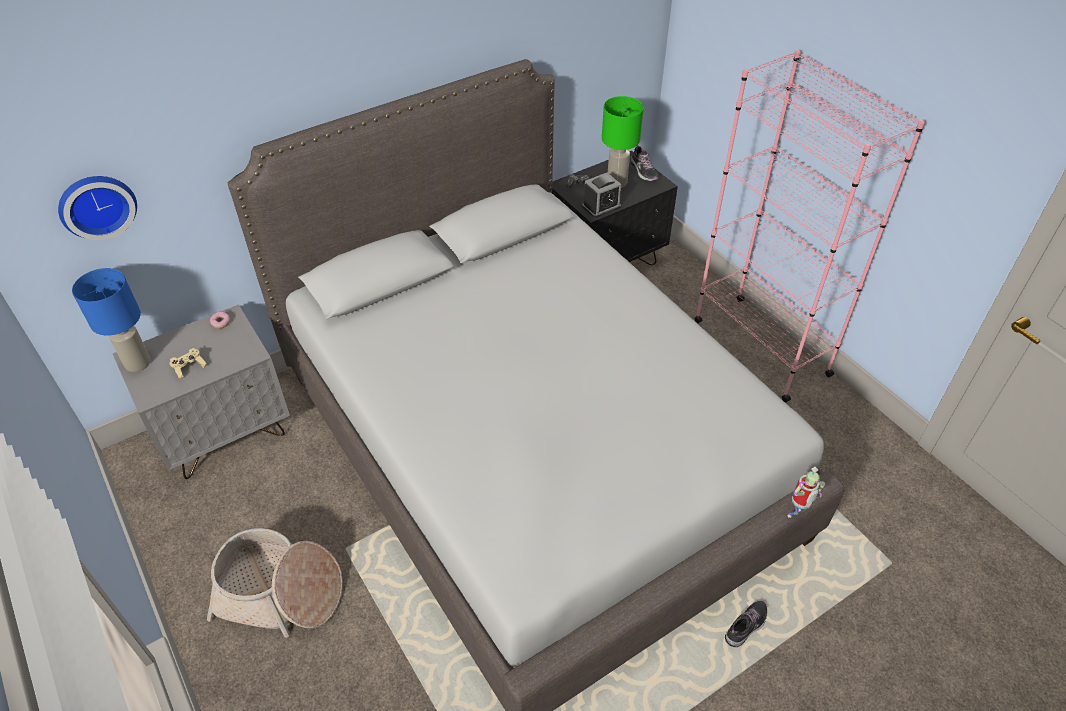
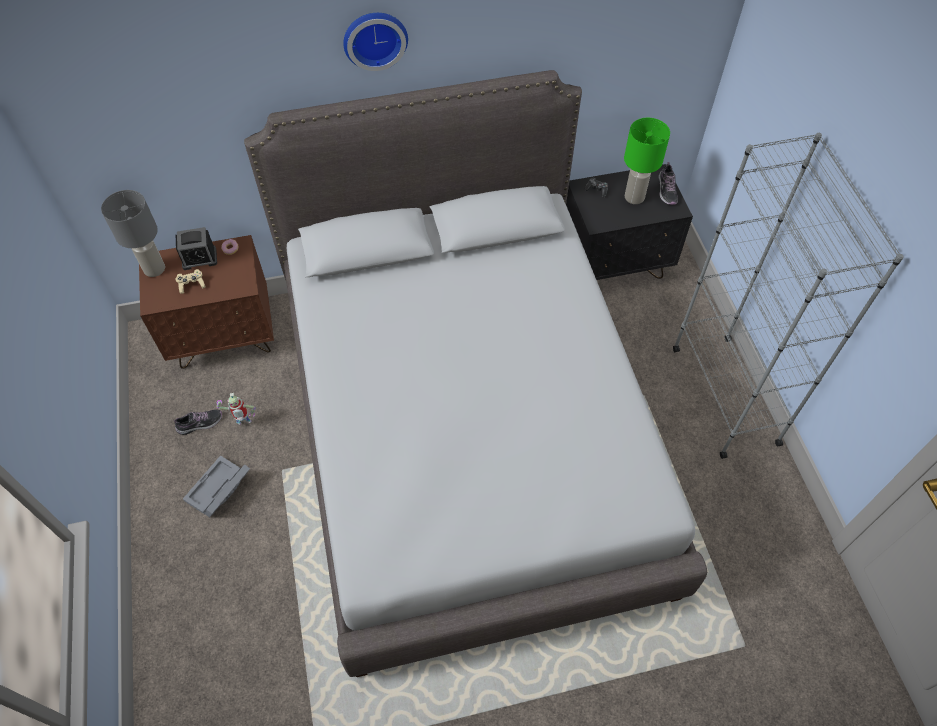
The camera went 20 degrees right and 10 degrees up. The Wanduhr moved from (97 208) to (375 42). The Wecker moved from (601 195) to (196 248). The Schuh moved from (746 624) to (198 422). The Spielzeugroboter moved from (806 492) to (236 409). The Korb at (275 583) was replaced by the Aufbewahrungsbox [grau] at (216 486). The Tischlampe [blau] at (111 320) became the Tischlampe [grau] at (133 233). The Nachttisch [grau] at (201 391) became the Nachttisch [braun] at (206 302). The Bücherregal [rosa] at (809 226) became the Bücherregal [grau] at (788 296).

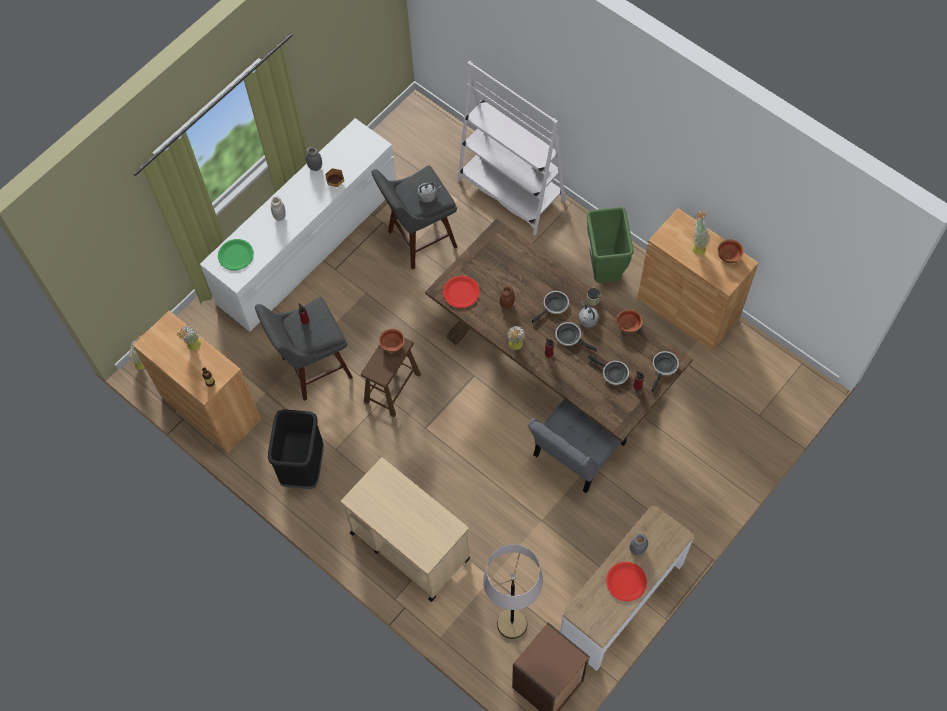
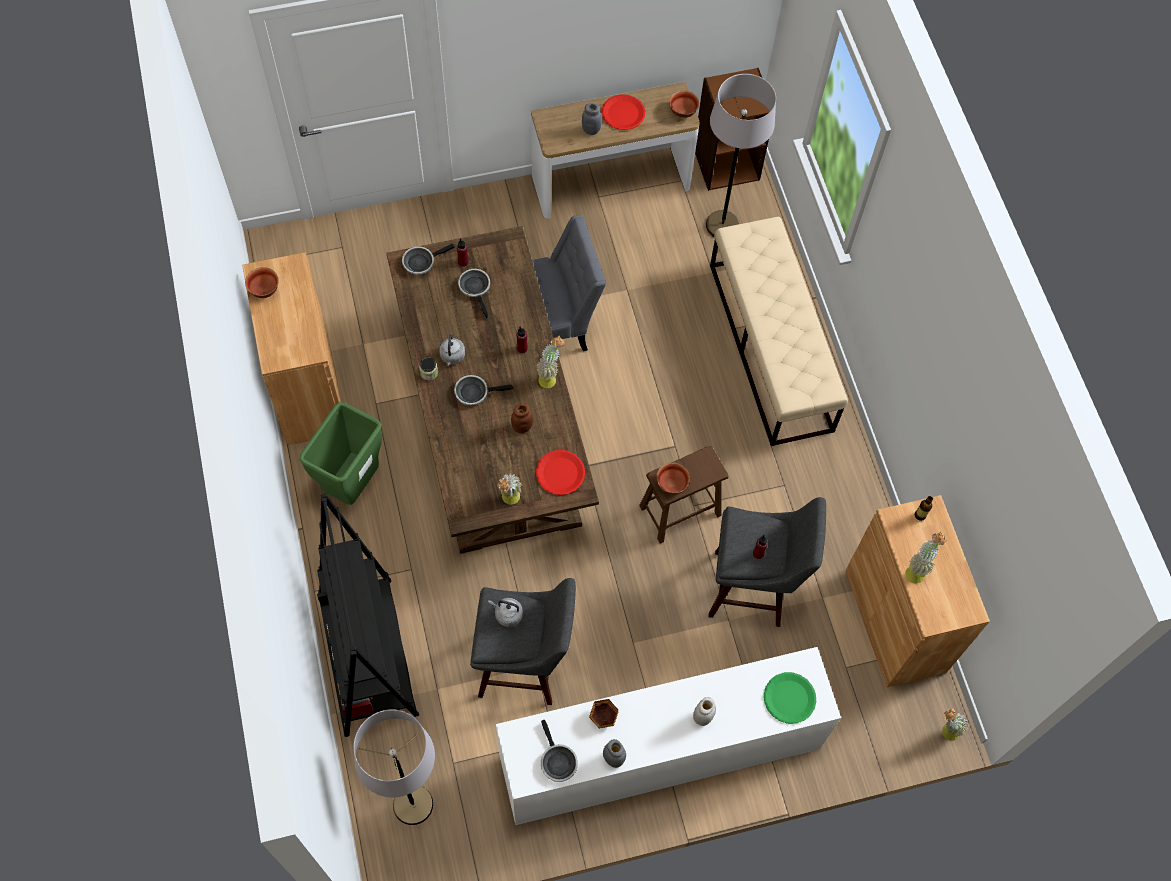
The camera went 150 degrees left and 0 degrees up. The Mülleimer [schwarz] at (296 449) disappeared. The Stehlampe [grau] at (394 767) appeared. The Pfanne moved from (576 337) to (559 751). The Schüssel moved from (629 321) to (684 104). The Topfpflanze moved from (701 233) to (509 489). The Rollwagen [beige] at (405 529) was replaced by the Bank [beige] at (779 331). The Bücherregal [weiß] at (511 148) became the Bücherregal [schwarz] at (368 615).

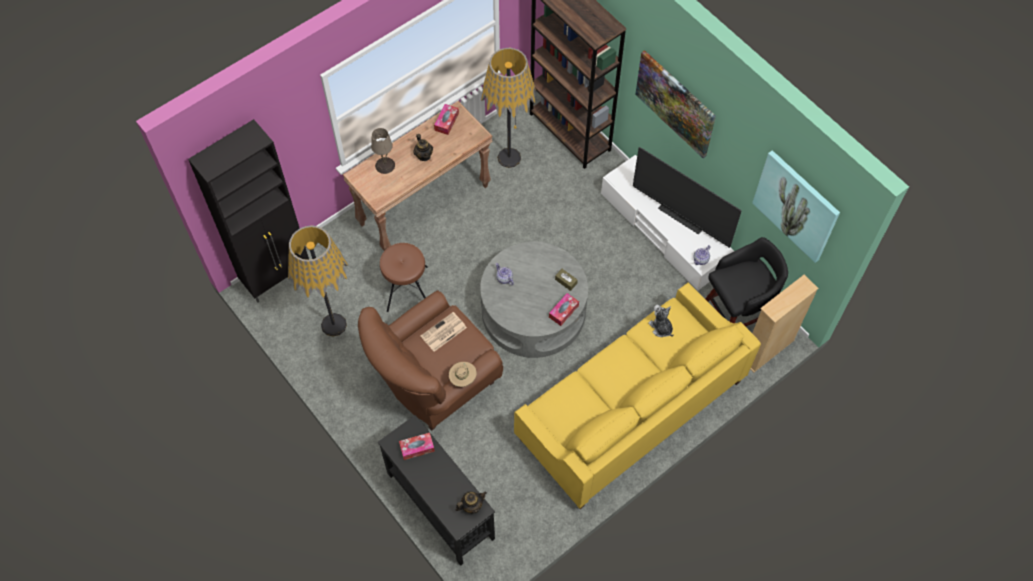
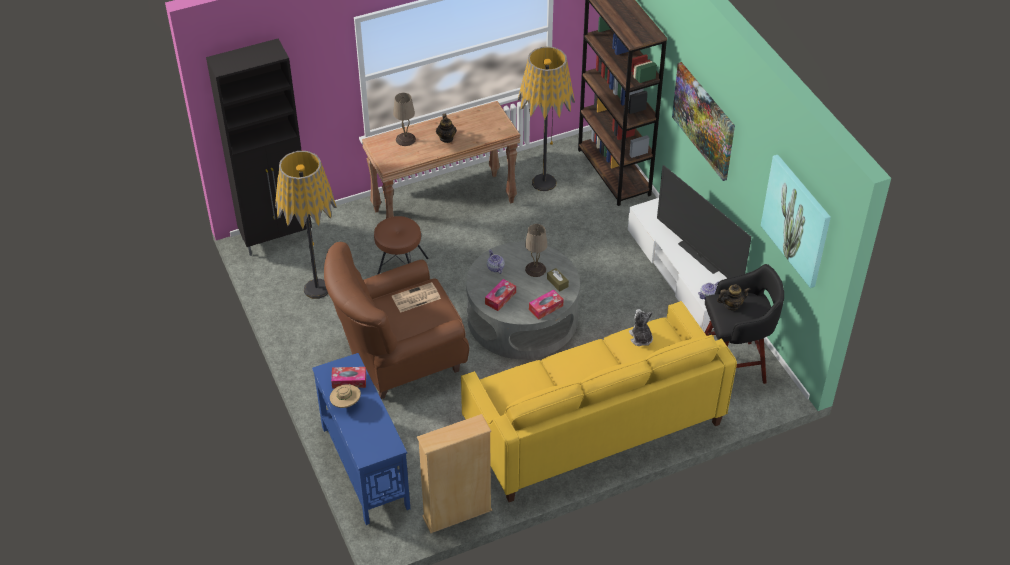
The camera went 15 degrees right and 15 degrees down. The Tischlampe [beige] at (536 250) appeared. The Taschentuchbox moved from (446 119) to (500 295). The Hut [beige] moved from (463 374) to (345 396). The Teekanne moved from (471 502) to (734 297). The Bücherregal [beige] moved from (784 324) to (454 473). The Konsolentisch [schwarz] at (436 490) became the Konsolentisch [blau] at (361 439).

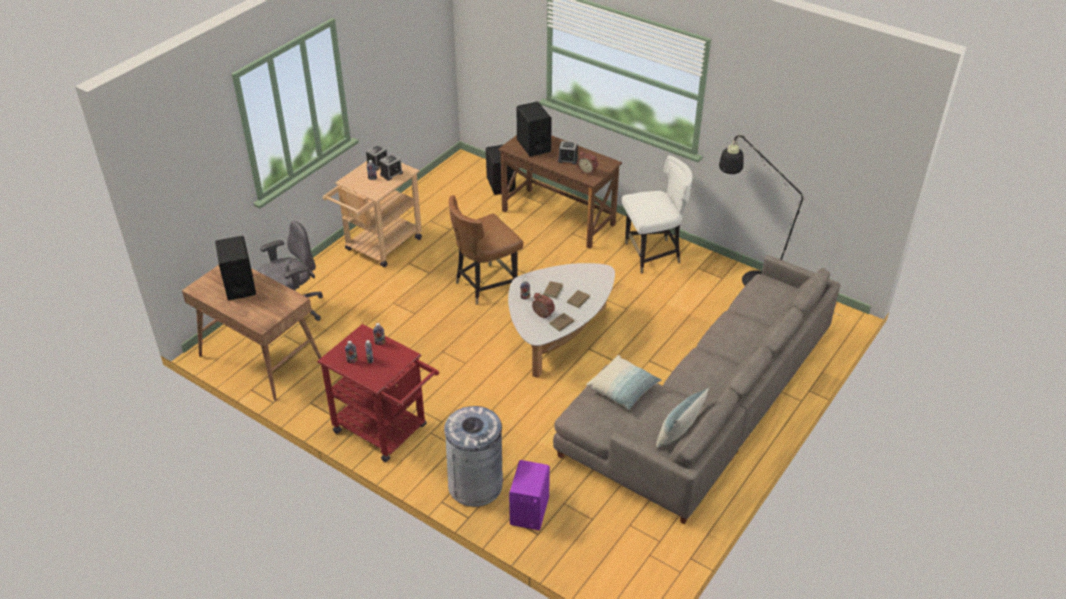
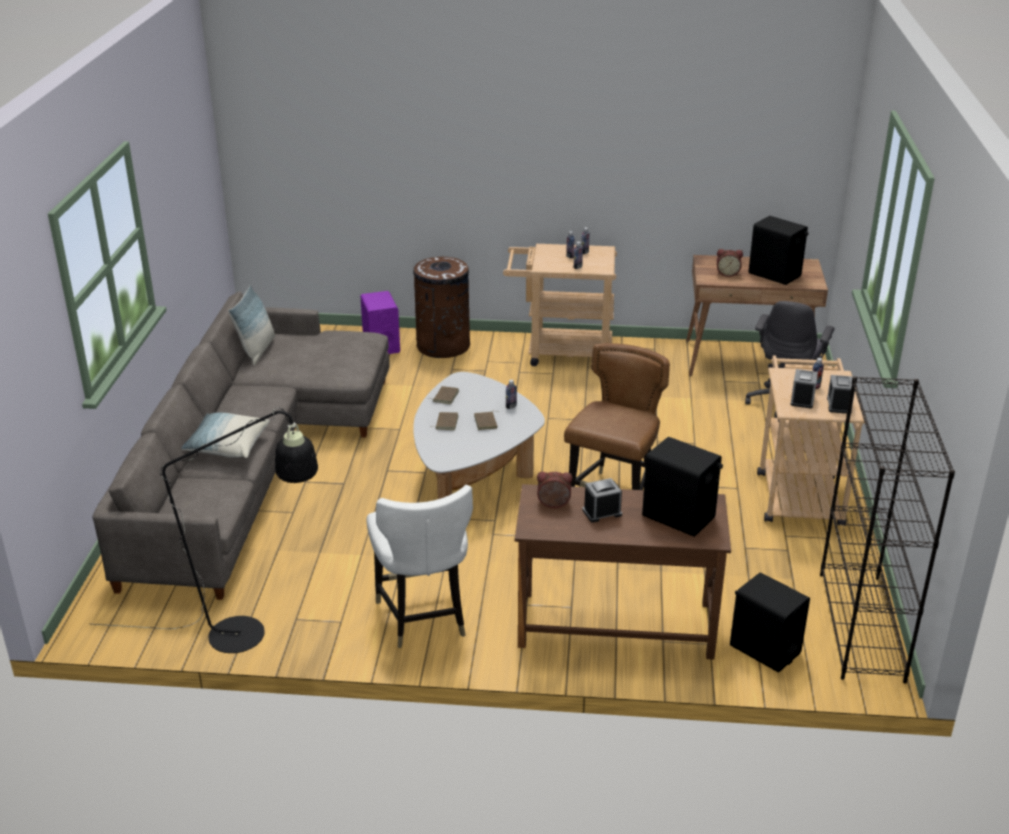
The camera went 150 degrees right and 10 degrees down. The Bücherregal [schwarz] at (887 529) appeared. The Wecker moved from (543 305) to (730 263). The Kissen moved from (624 382) to (225 435). The Rollwagen [rot] at (378 393) became the Rollwagen [beige] at (560 305). The Mülleimer [grau] at (473 456) became the Mülleimer [braun] at (441 307). The Stuhl [weiß] at (657 214) turned 60 degrees counterclockwise.

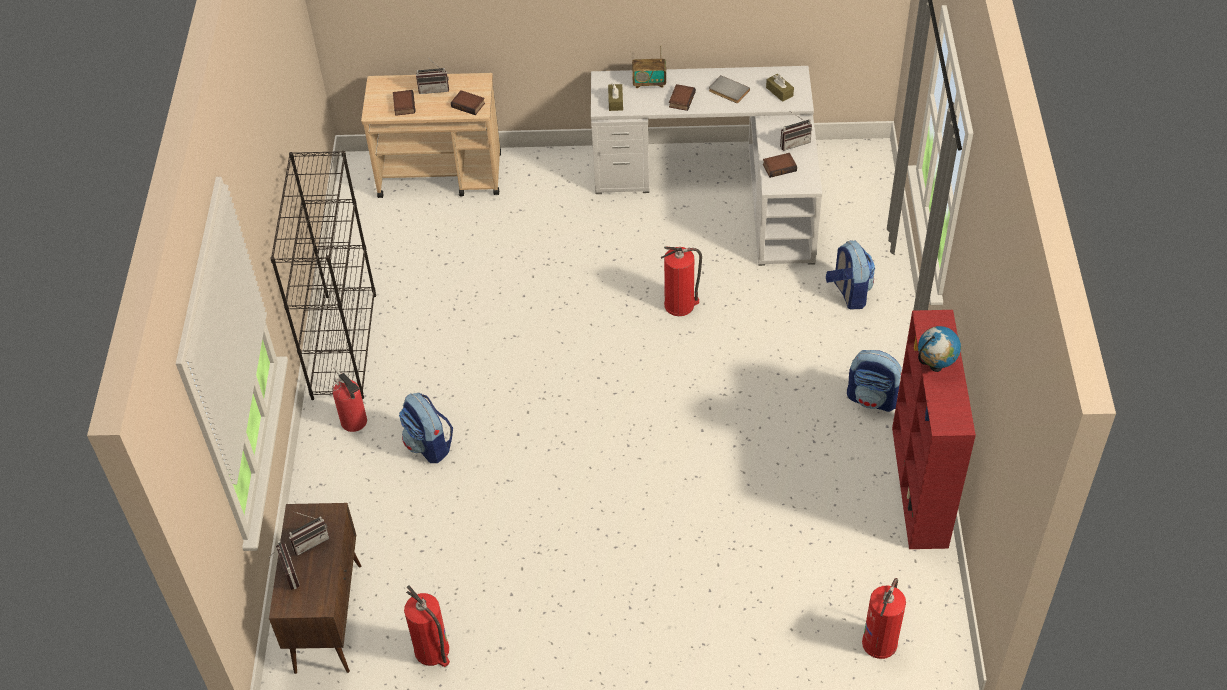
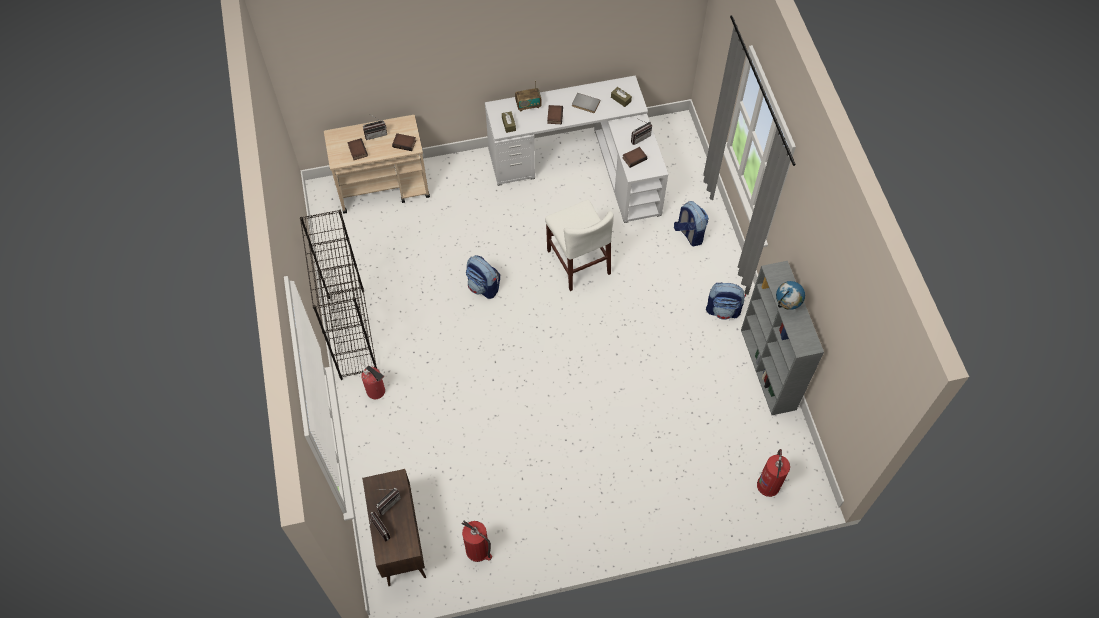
The camera went 15 degrees left and 10 degrees up. The Rucksack moved from (426 428) to (483 277). The Feuerlöscher at (681 281) was replaced by the Stuhl [weiß] at (579 245). The Bücherregal [rot] at (934 429) became the Bücherregal [grau] at (782 338).

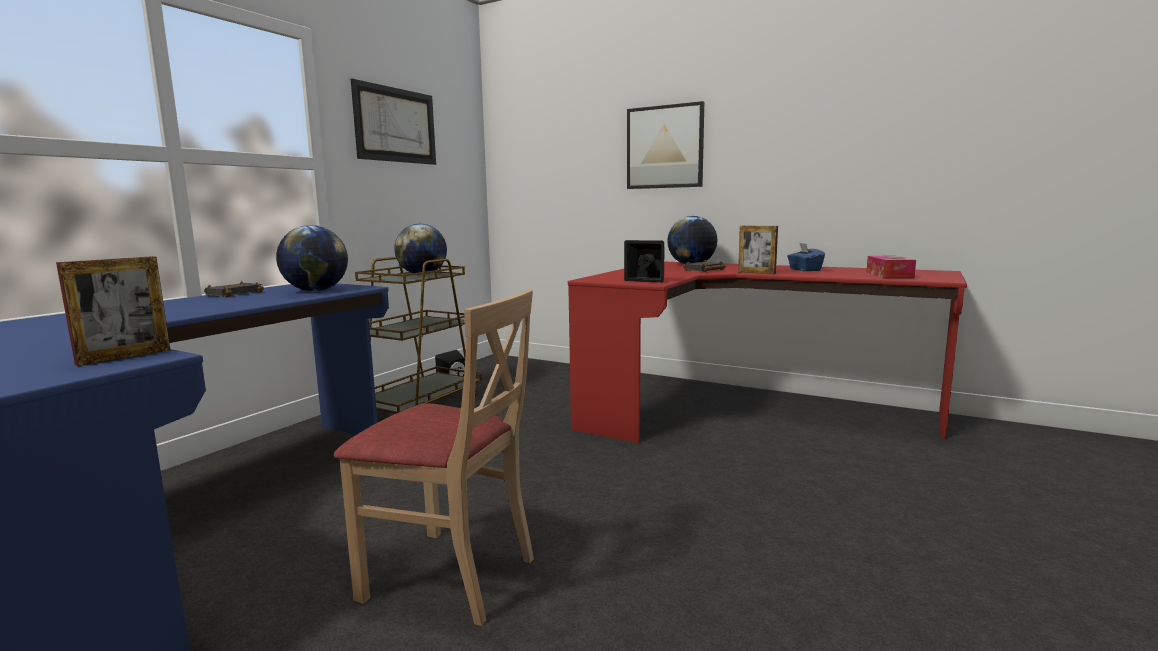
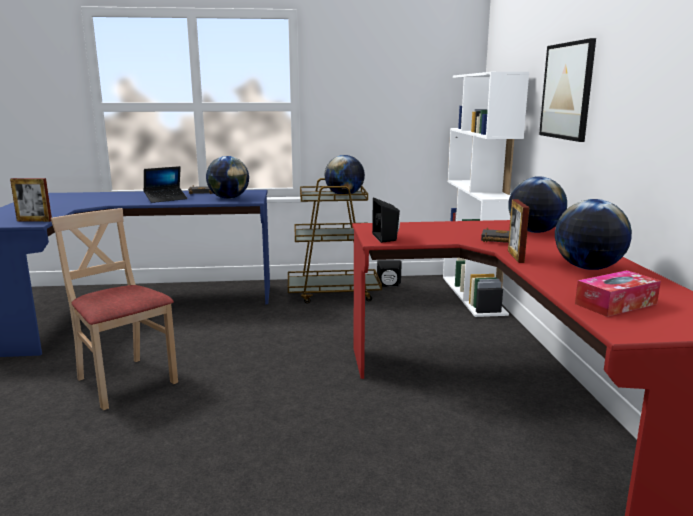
The camera went 55 degrees right and 5 degrees up. The Bild at (393 122) disappeared. The Laptop at (166 184) appeared. The Bücherregal [weiß] at (486 194) appeared. The Taschentuchbox [blau] at (806 257) was replaced by the Globus at (593 234). The Stuhl [beige] at (434 458) turned 150 degrees clockwise.

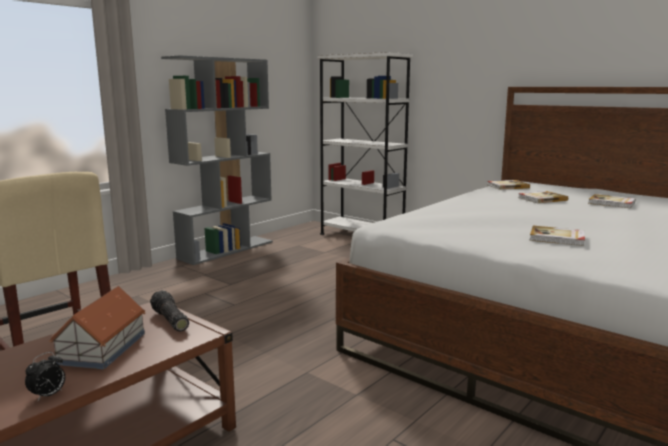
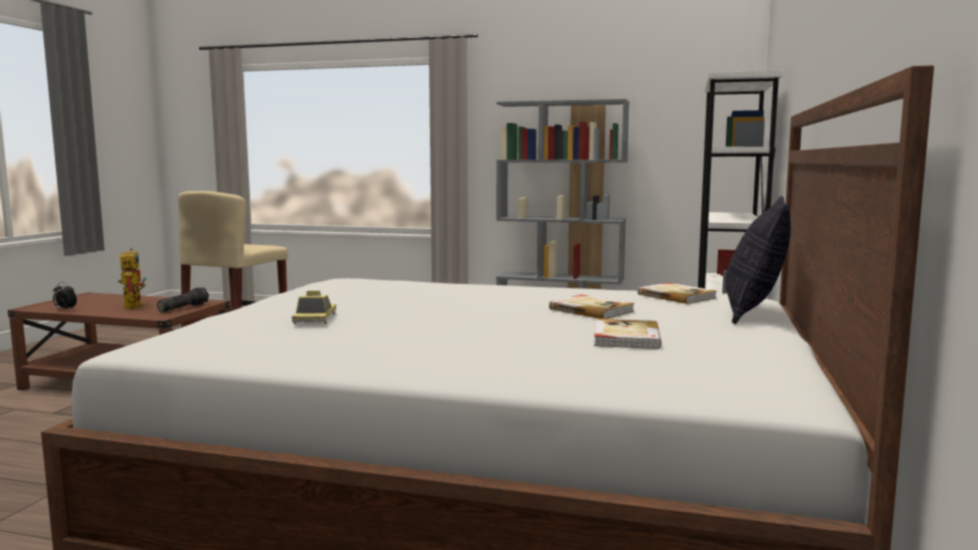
The camera went 65 degrees right and 5 degrees down. The Kissen at (758 260) appeared. The Spielzeughaus at (97 327) was replaced by the Spielzeugroboter at (132 278). The Buch at (557 236) was replaced by the Spielzeugauto at (314 307).

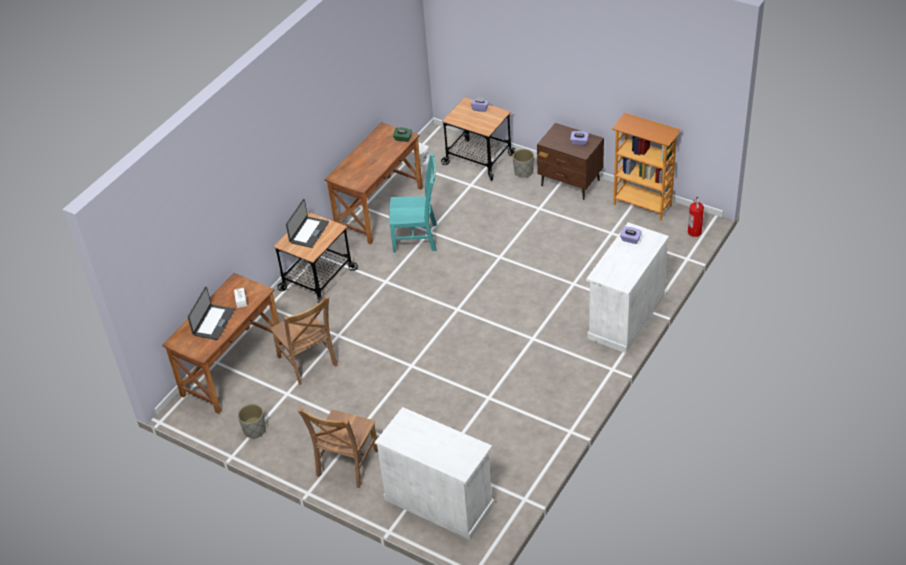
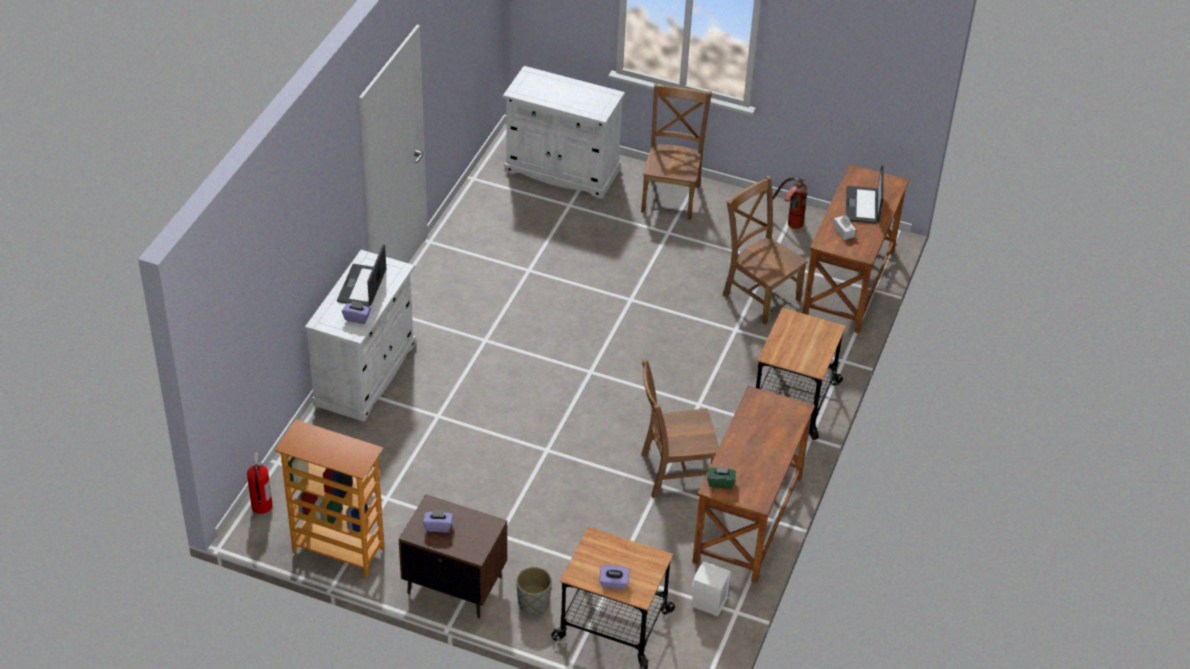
The camera went 165 degrees right and 0 degrees up. The Laptop moved from (307 223) to (361 275). The Pflanzkübel [grau] at (252 421) was replaced by the Feuerlöscher at (790 203). The Stuhl [türkis] at (413 203) became the Stuhl [braun] at (680 428).

